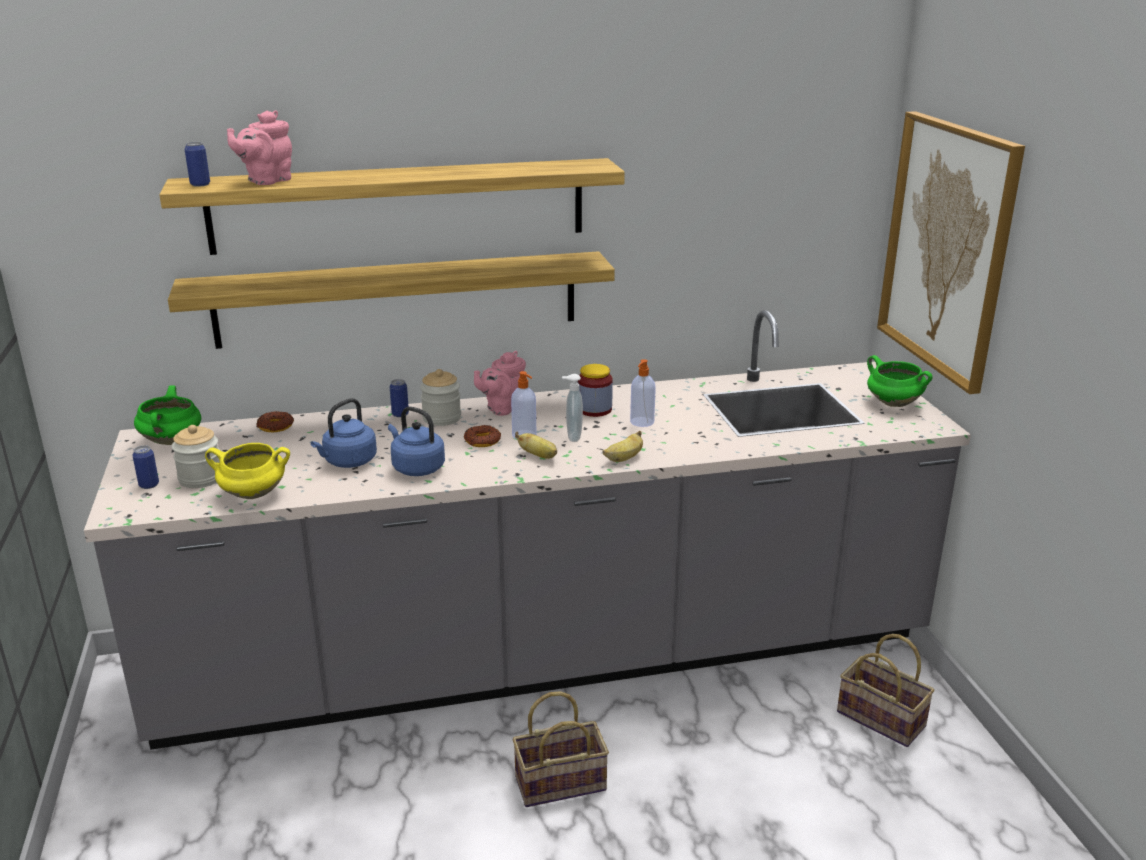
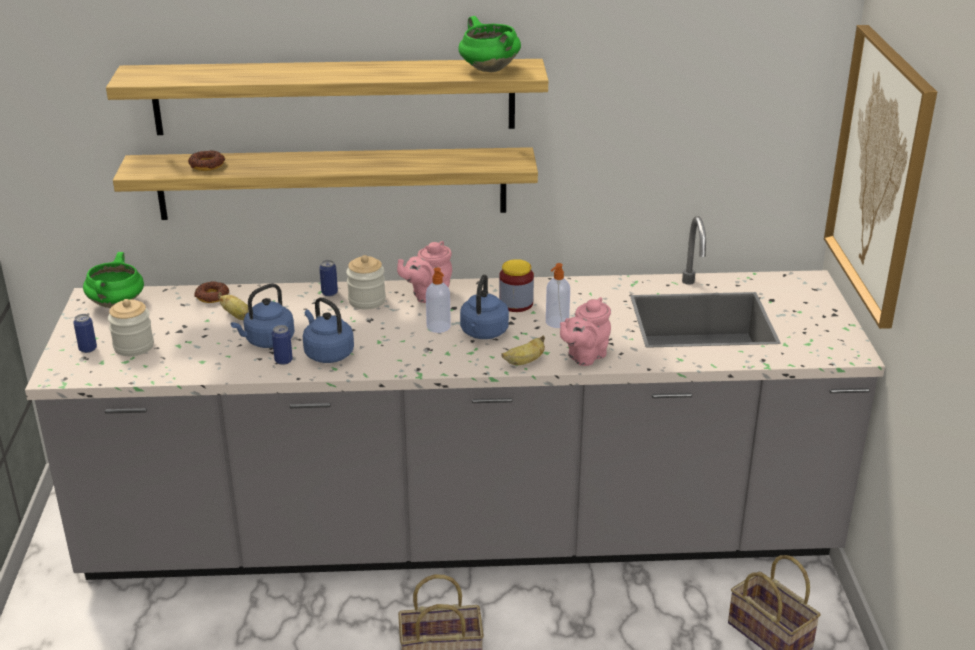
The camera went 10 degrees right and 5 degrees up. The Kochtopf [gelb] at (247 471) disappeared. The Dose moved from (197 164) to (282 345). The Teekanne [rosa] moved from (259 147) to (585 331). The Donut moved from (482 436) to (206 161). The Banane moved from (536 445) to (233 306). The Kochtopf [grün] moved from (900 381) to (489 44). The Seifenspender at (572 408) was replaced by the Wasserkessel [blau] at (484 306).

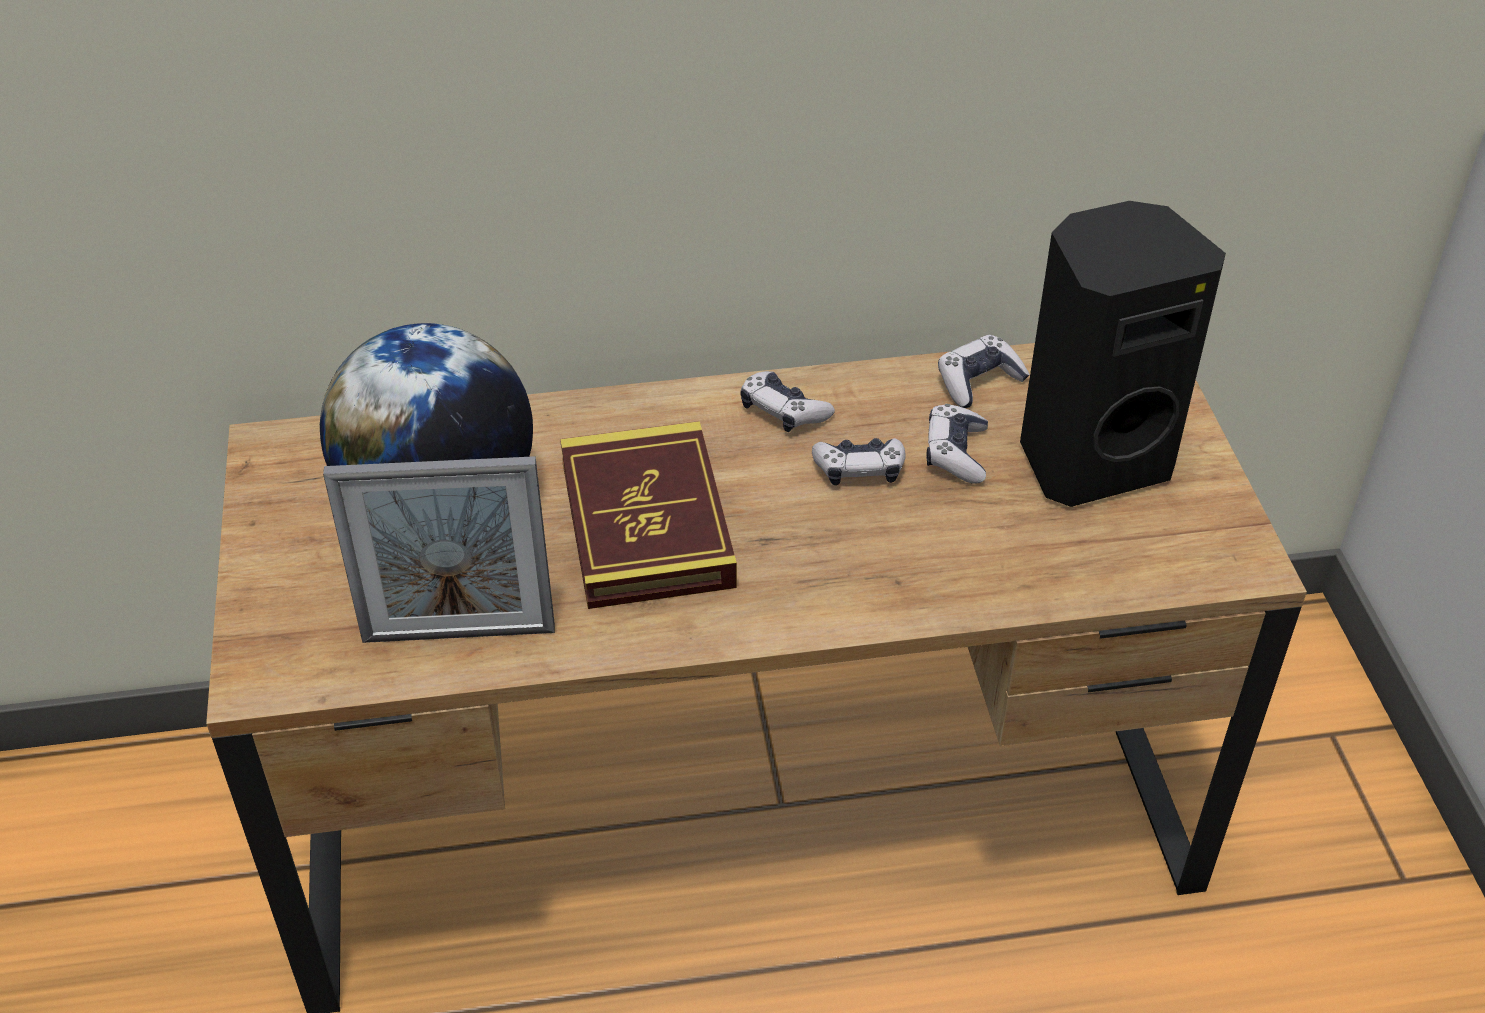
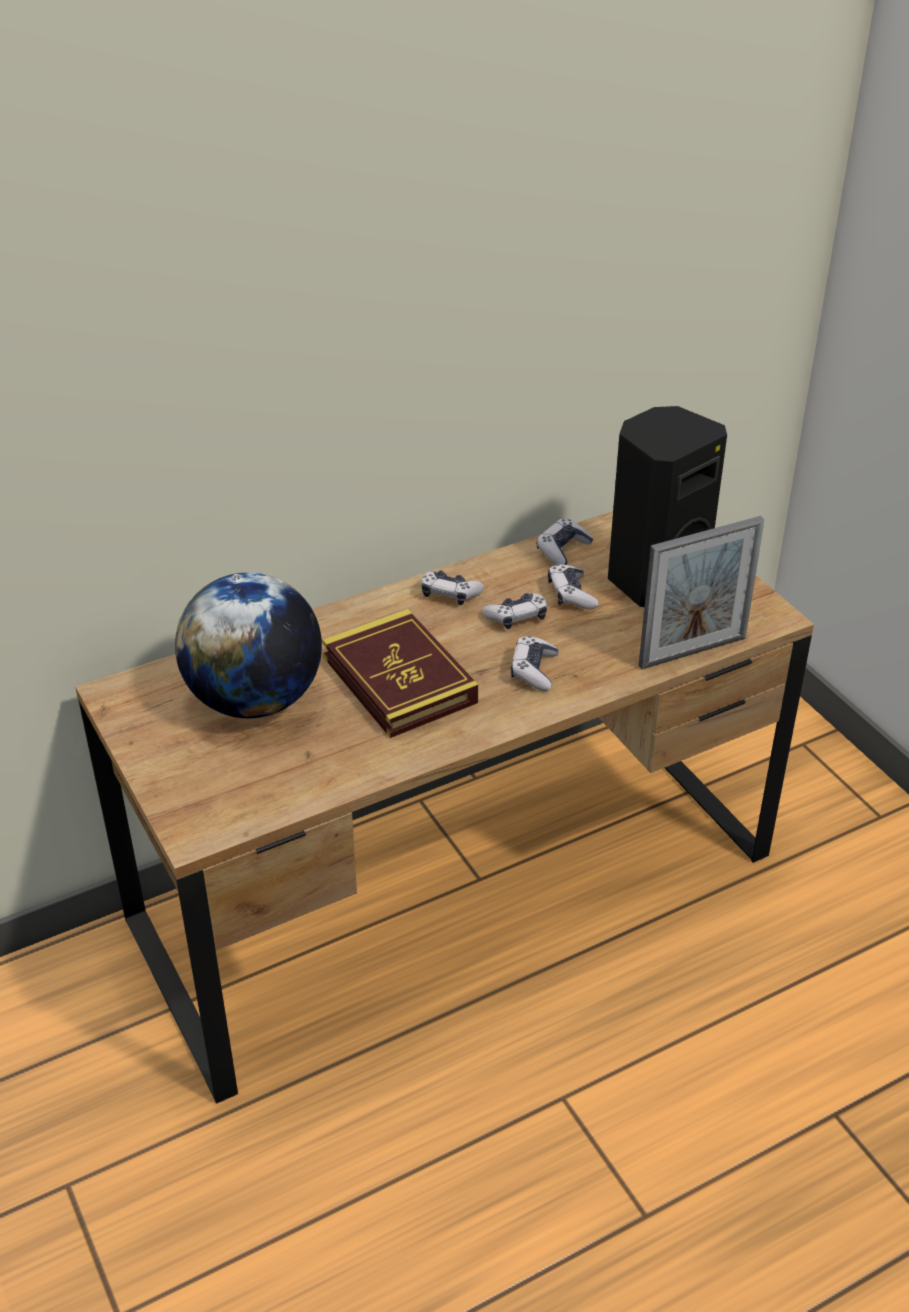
The camera went 20 degrees left and 5 degrees down. The Gamepad at (535 663) appeared. The Bilderrahmen moved from (439 549) to (701 592).

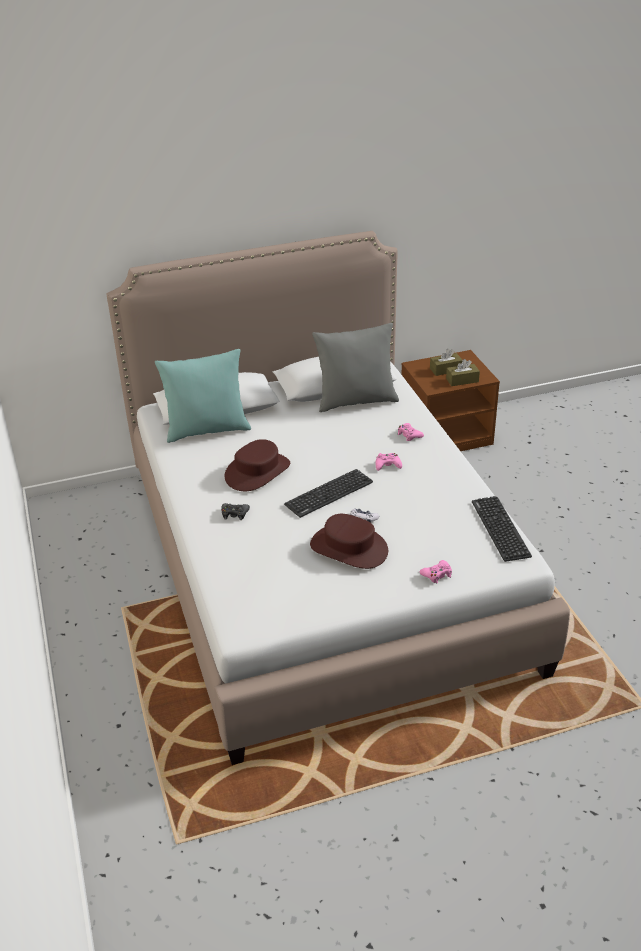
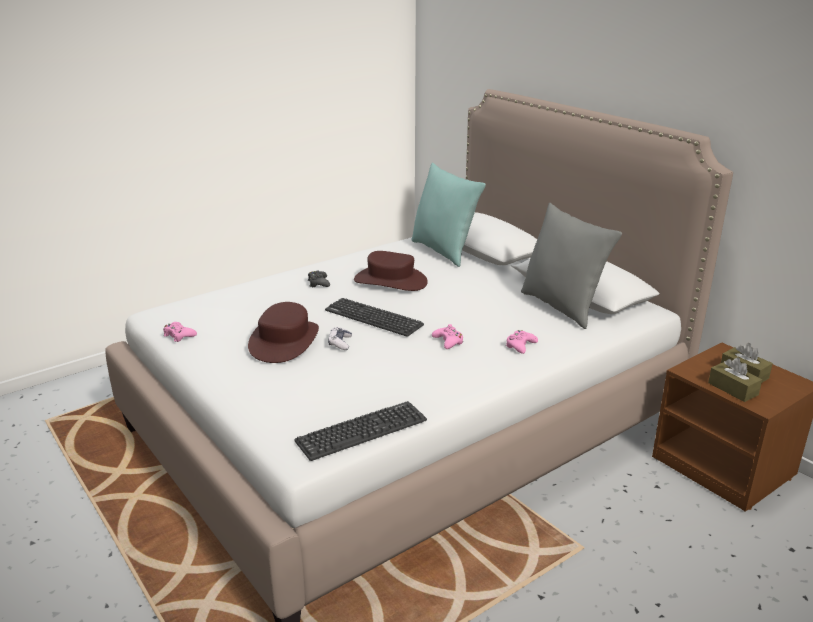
The camera went 70 degrees right and 10 degrees down. The Gamepad [rosa] moved from (436 572) to (180 332).

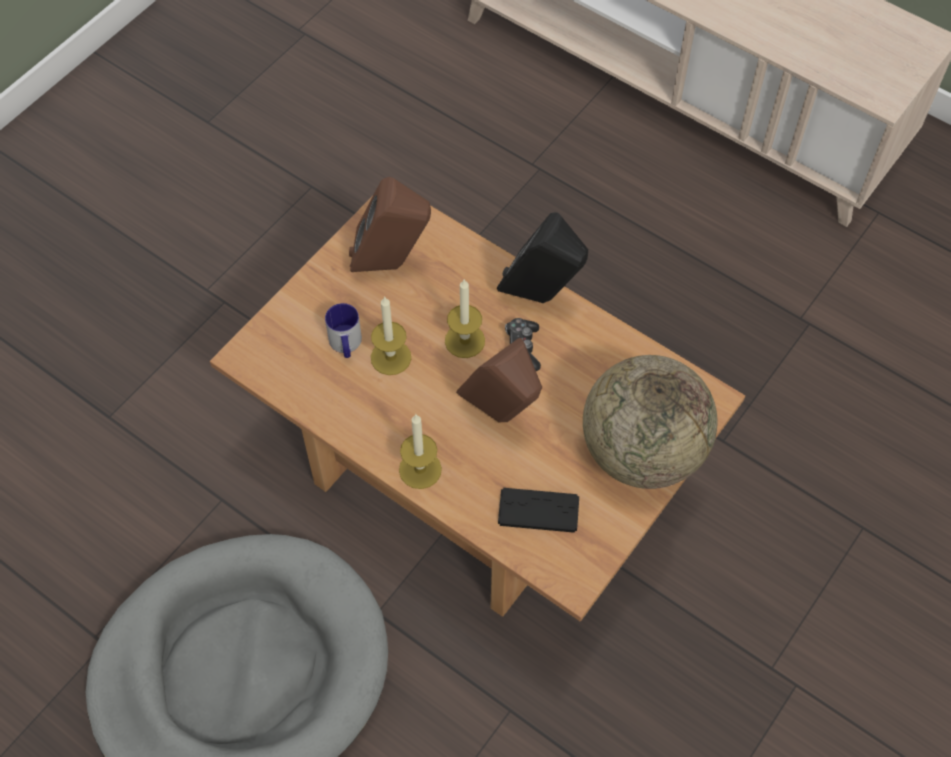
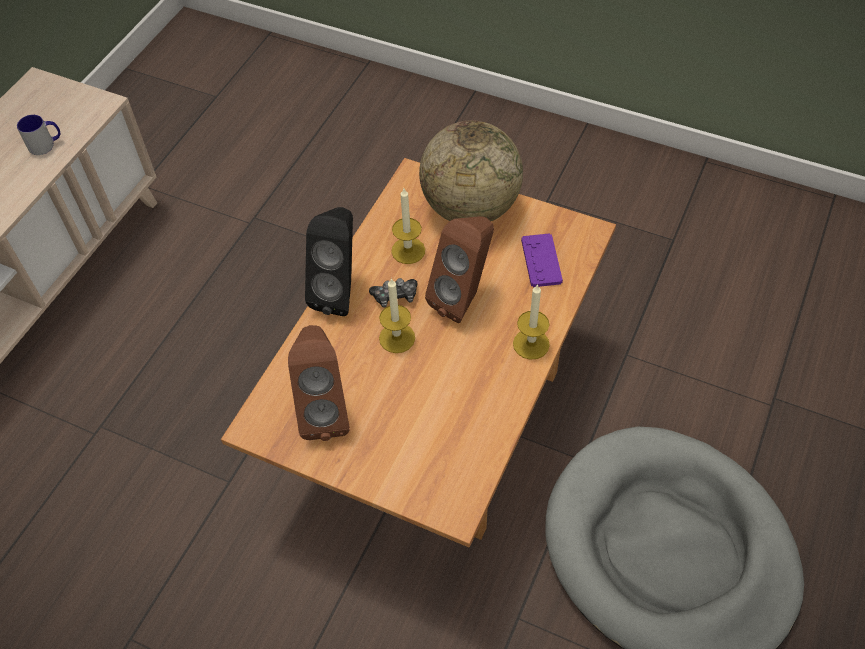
The camera went 100 degrees left and 5 degrees down. The Henkelbecher moved from (343 330) to (38 135). The Kerze moved from (391 335) to (408 226). The Gamepad [schwarz] at (538 510) became the Gamepad [lila] at (542 260).

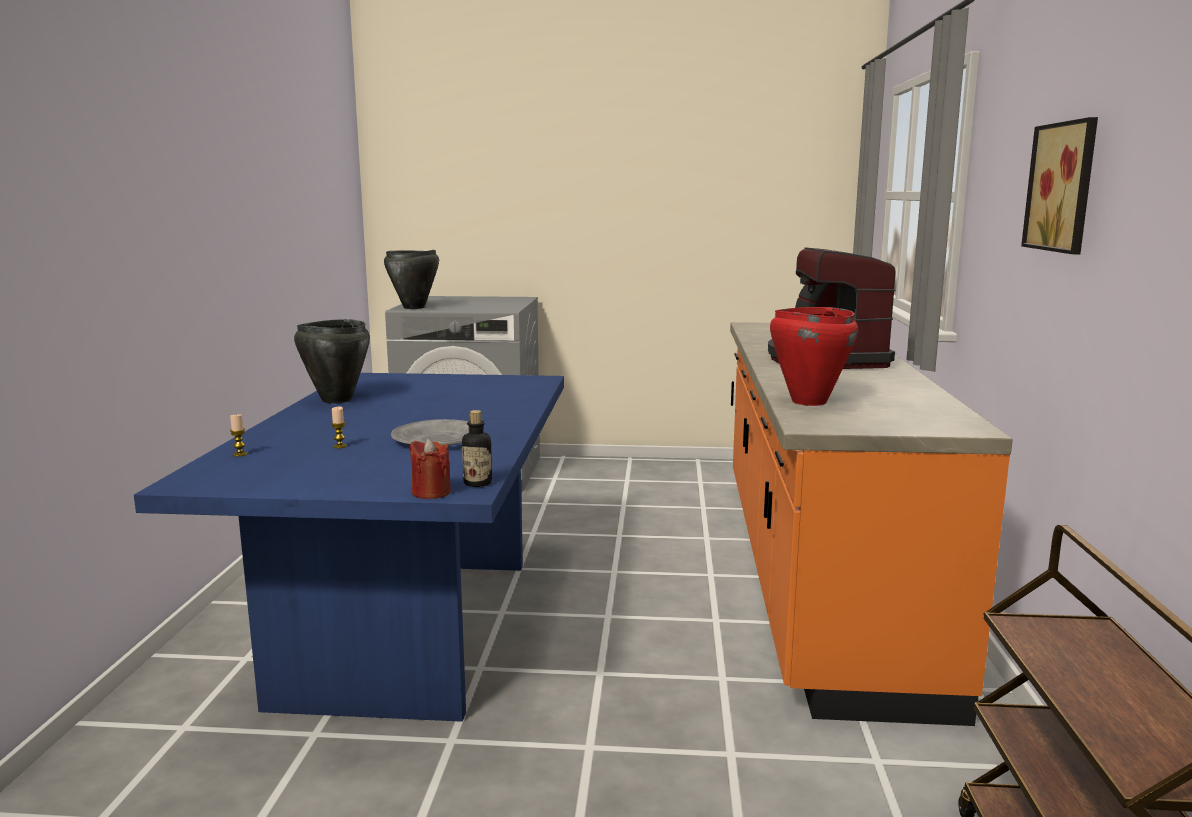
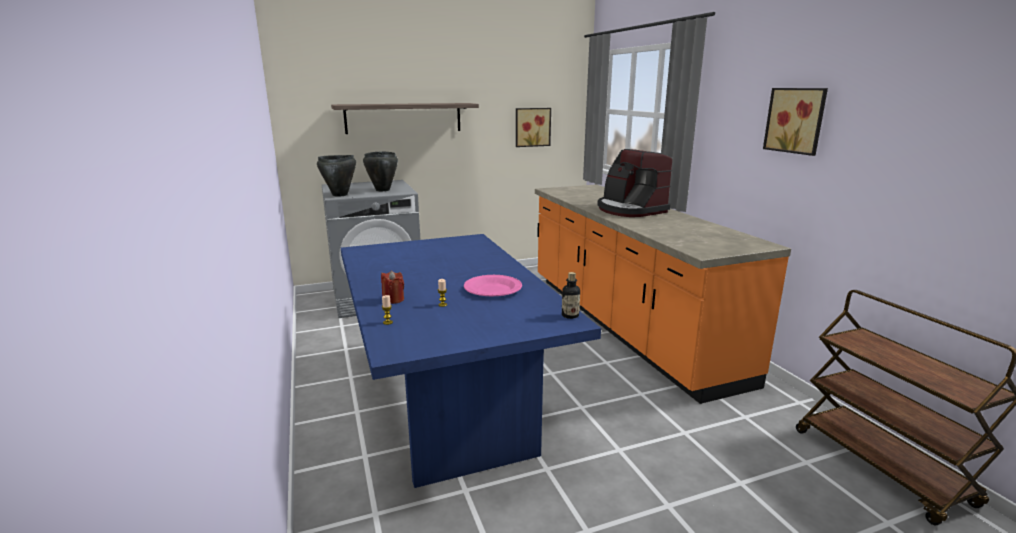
The camera went 25 degrees left and 5 degrees up. The Kochtopf [rot] at (814 356) disappeared. The Wandregal at (405 118) appeared. The Bild at (533 127) appeared. The Kochtopf [schwarz] moved from (332 361) to (380 171). The Kerze [rot] moved from (430 468) to (392 287). The Teller [grau] at (430 432) became the Teller [rosa] at (493 285).

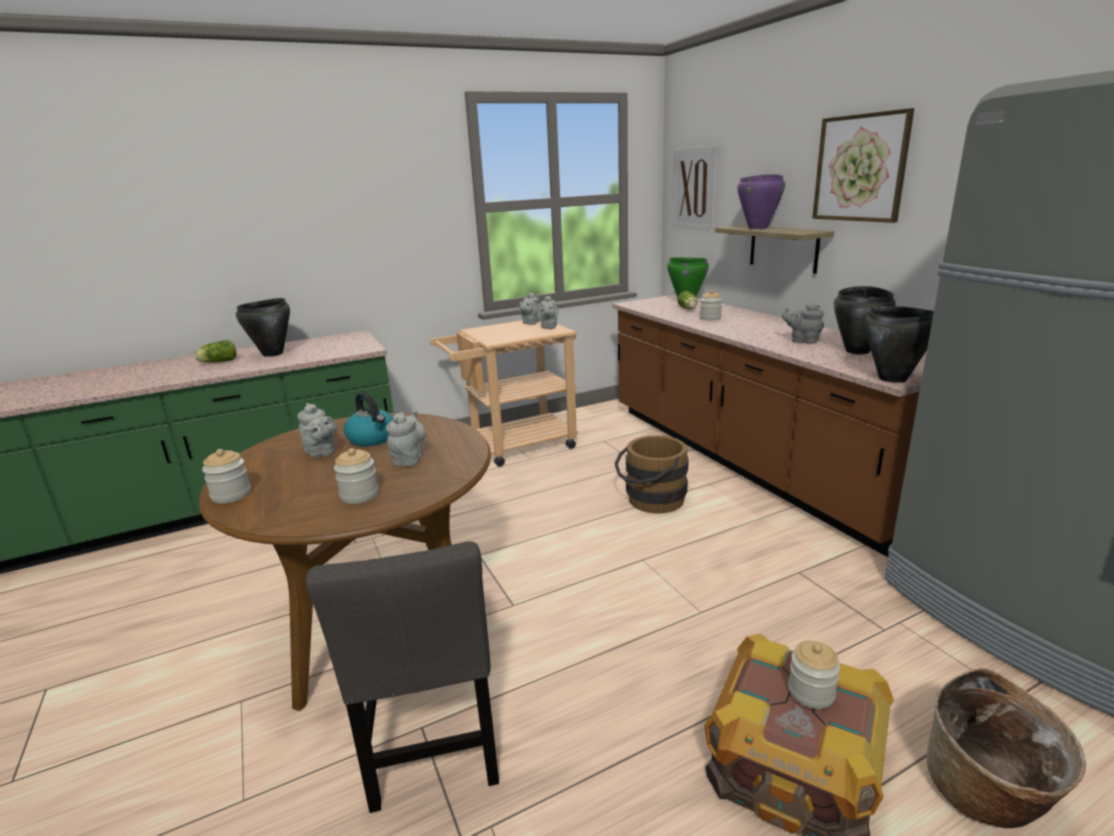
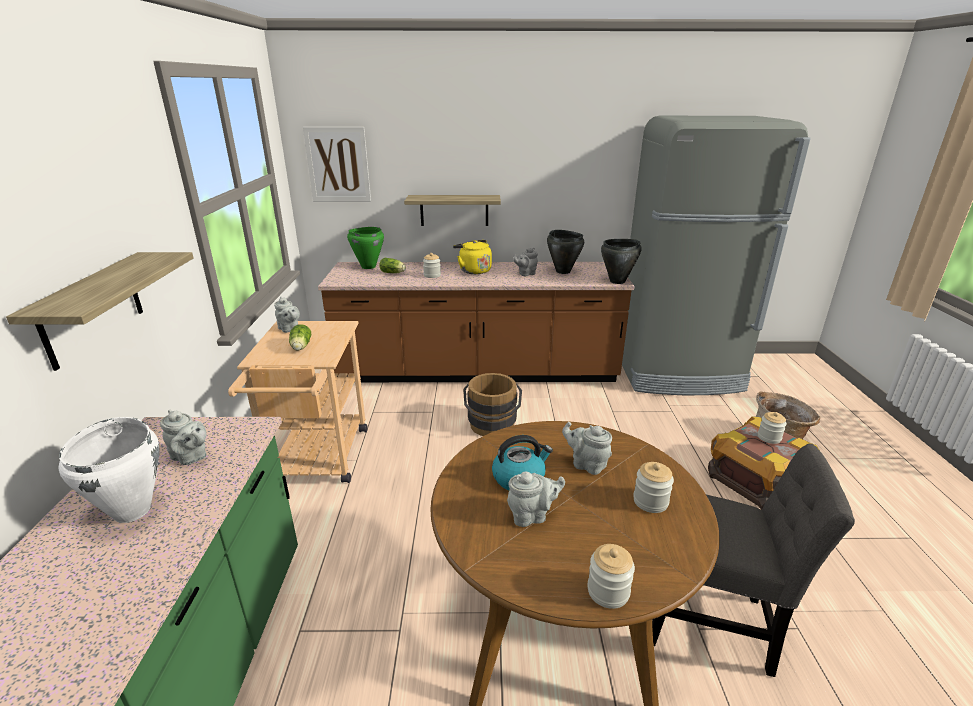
The camera went 65 degrees left and 5 degrees up. The Kochtopf [lila] at (761 201) disappeared. The Bild at (863 165) disappeared. The Wandregal at (100 311) appeared. The Wasserkessel [gelb] at (472 257) appeared. The Salatkopf moved from (215 351) to (300 337). The Teekanne [grau] moved from (548 312) to (183 437). The Kochtopf [schwarz] at (263 327) became the Kochtopf [weiß] at (108 470).

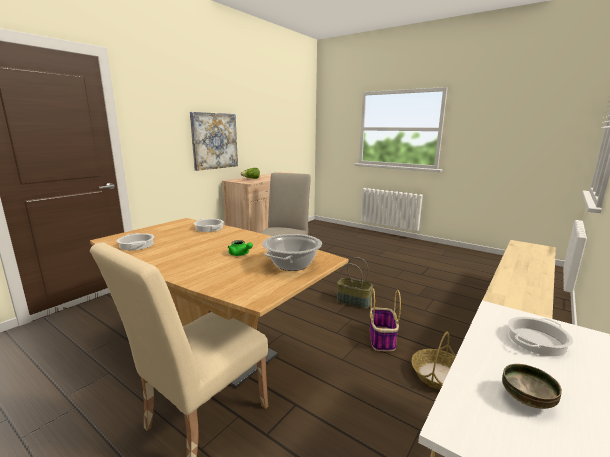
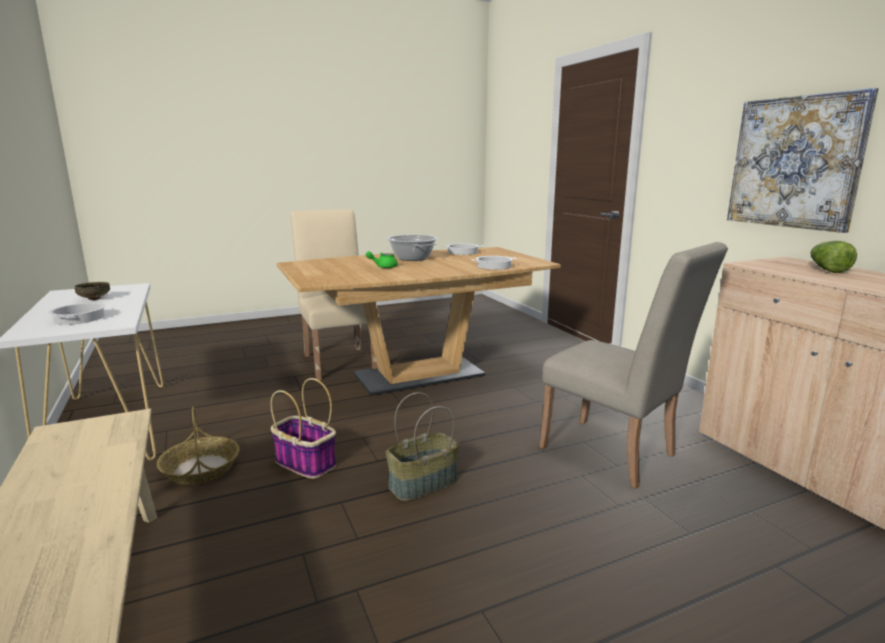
The camera went 120 degrees right and 0 degrees up. The Kochtopf moved from (292 252) to (412 248).

